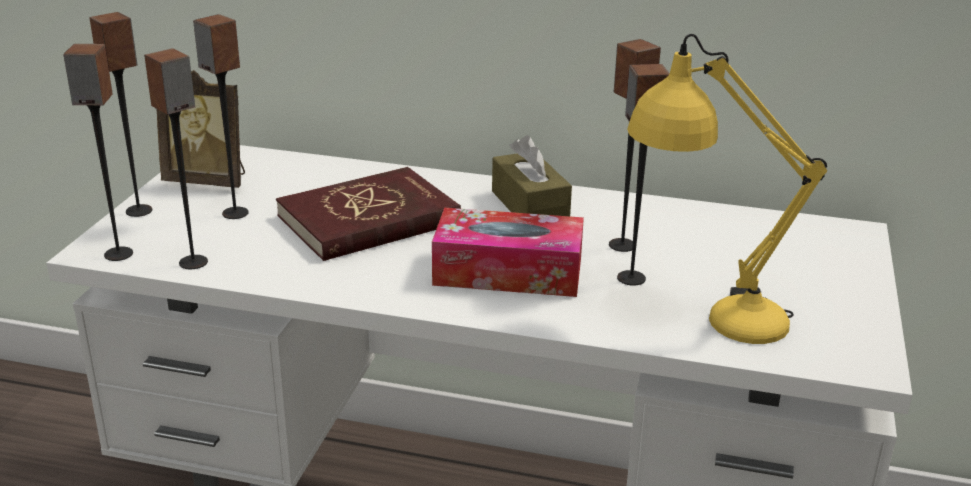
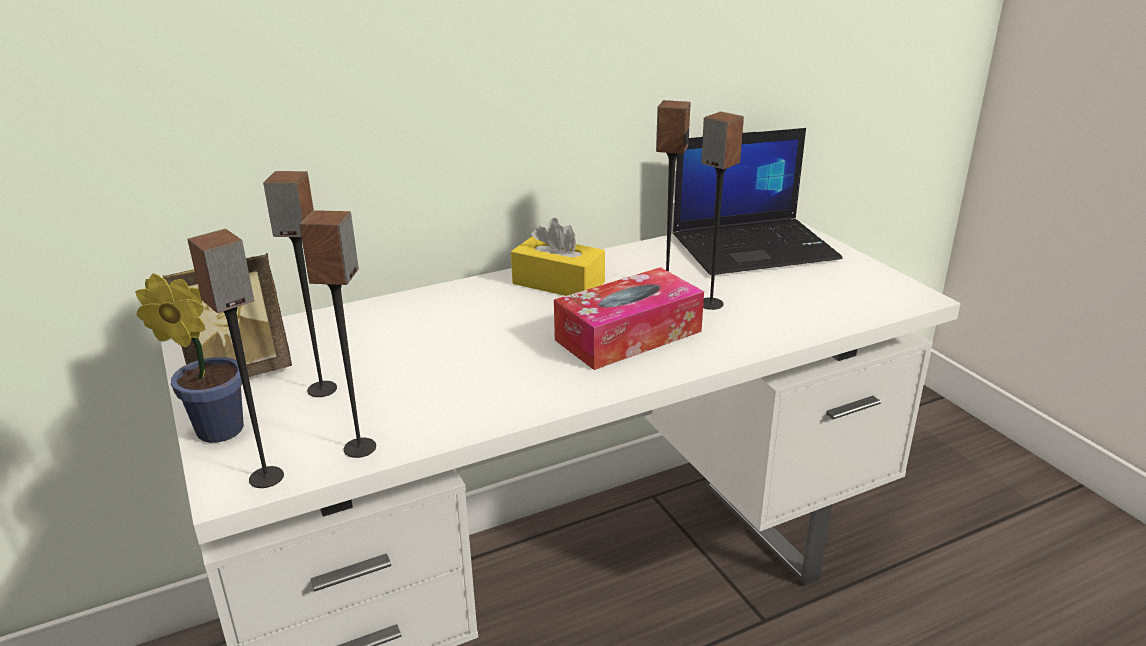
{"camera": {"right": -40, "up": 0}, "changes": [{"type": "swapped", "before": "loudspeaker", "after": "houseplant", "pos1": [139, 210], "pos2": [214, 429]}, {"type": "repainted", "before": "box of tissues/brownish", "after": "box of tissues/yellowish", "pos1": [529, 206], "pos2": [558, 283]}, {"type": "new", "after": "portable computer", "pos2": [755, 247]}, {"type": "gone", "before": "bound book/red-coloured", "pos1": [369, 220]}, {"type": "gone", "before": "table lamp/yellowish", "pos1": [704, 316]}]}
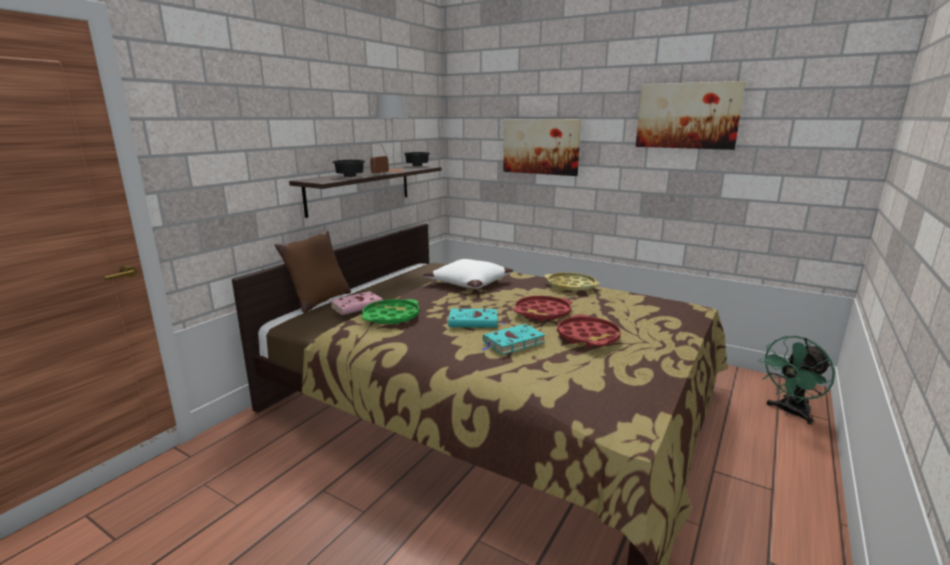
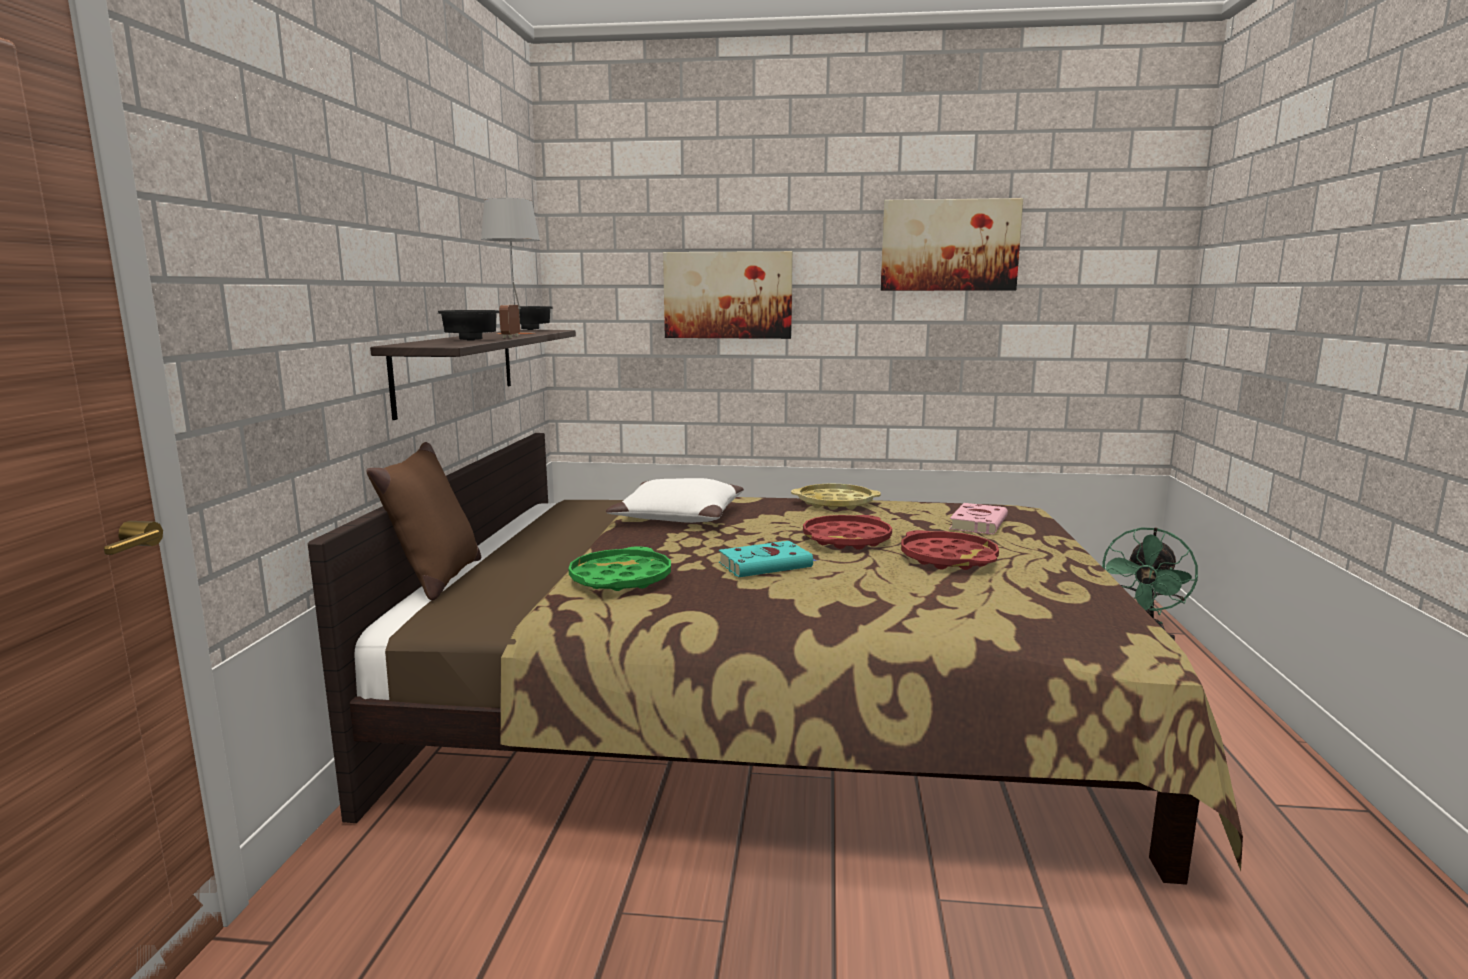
{"camera": {"right": -25, "up": -5}, "changes": [{"type": "shifted", "before": "bound book/pinkish", "pos1": [358, 306], "pos2": [978, 523]}, {"type": "gone", "before": "bound book/turquoise-coloured", "pos1": [512, 343]}]}
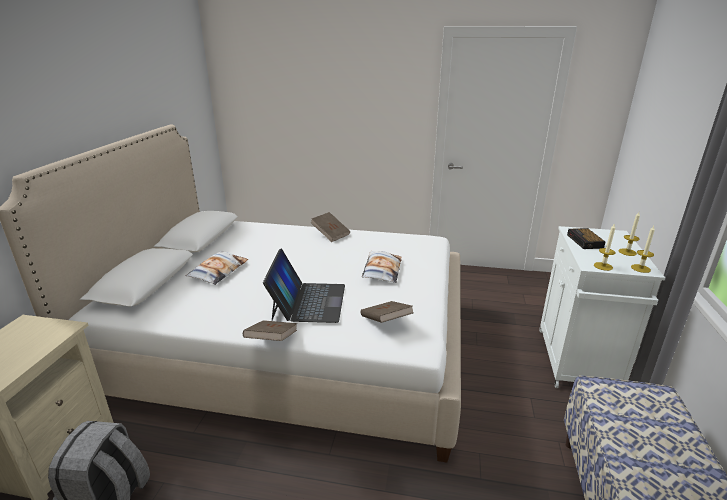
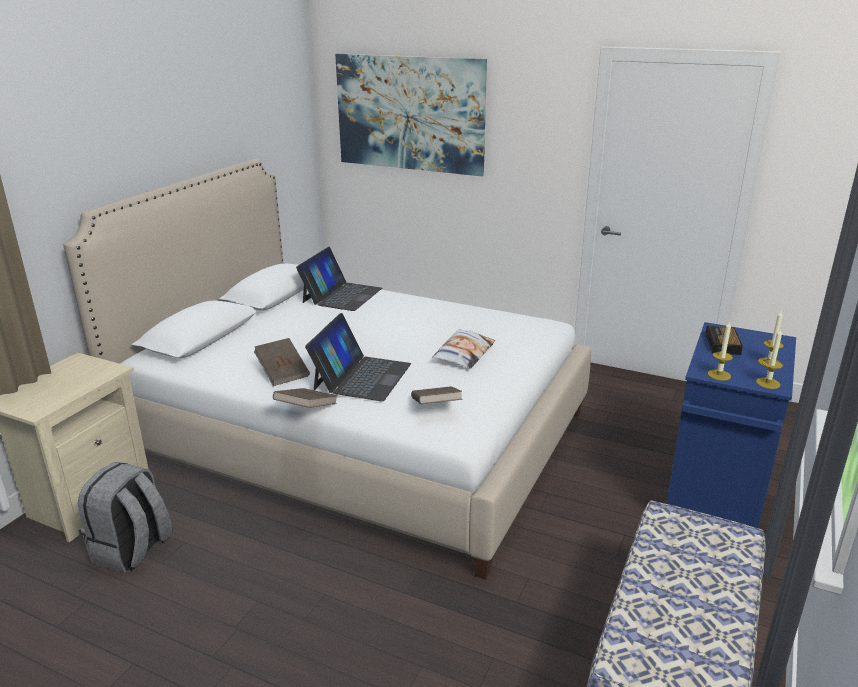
{"camera": {"right": 15, "up": 0}, "changes": [{"type": "shifted", "before": "bound book/brownish", "pos1": [330, 234], "pos2": [283, 373]}, {"type": "new", "after": "portable computer", "pos2": [341, 295]}, {"type": "new", "after": "picture", "pos2": [410, 113]}, {"type": "repainted", "before": "storage cabinet/whitish", "after": "storage cabinet/blue", "pos1": [577, 362], "pos2": [713, 506]}, {"type": "gone", "before": "pillow", "pos1": [218, 271]}]}
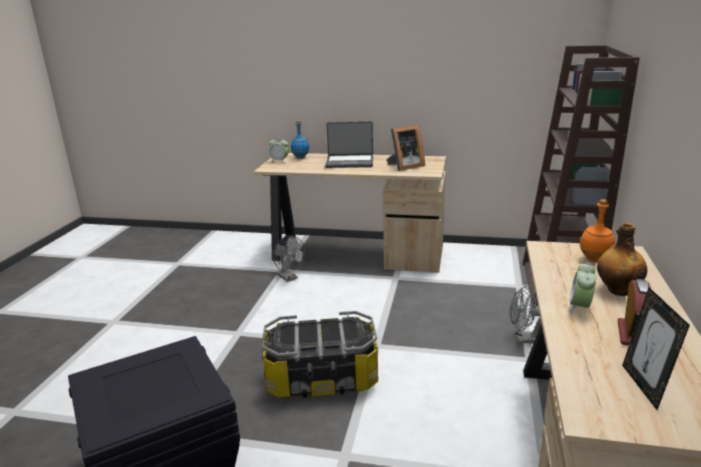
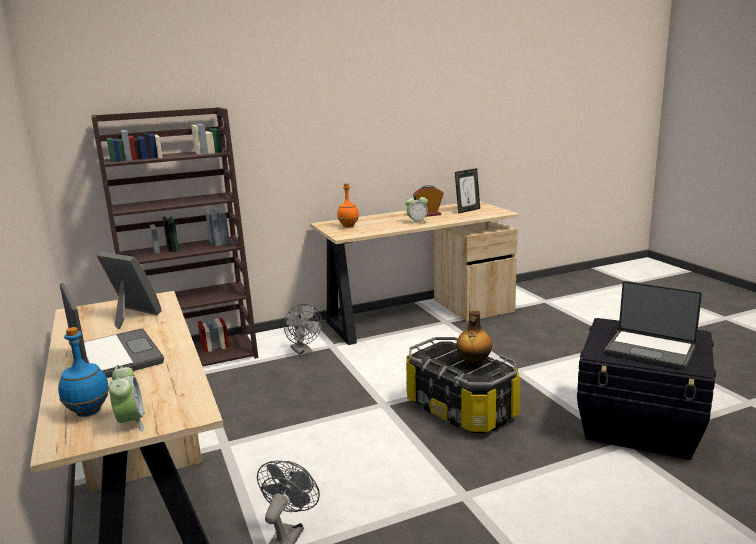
{"camera": {"right": -125, "up": -5}, "changes": [{"type": "shifted", "before": "beverage bottle", "pos1": [617, 290], "pos2": [473, 363]}, {"type": "new", "after": "portable computer", "pos2": [650, 350]}]}
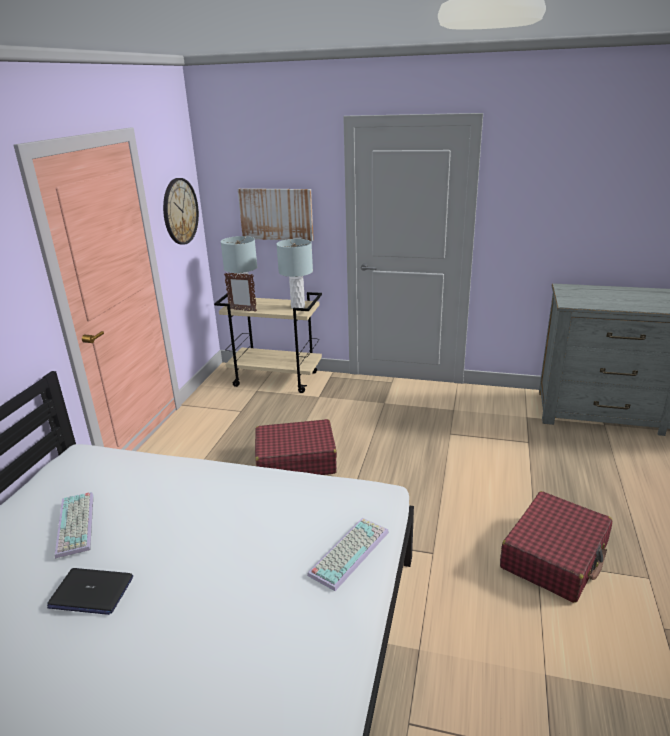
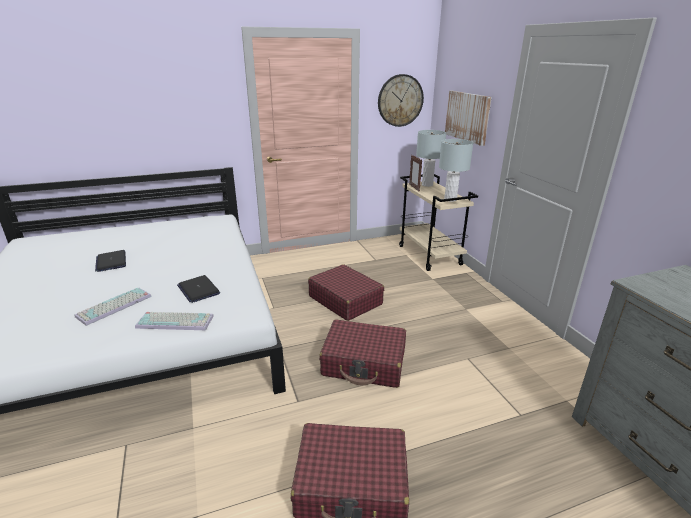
{"camera": {"right": 55, "up": 0}, "changes": [{"type": "shifted", "before": "PC keyboard", "pos1": [77, 524], "pos2": [114, 307]}, {"type": "new", "after": "portable computer", "pos2": [198, 289]}, {"type": "new", "after": "travel case/red-coloured", "pos2": [364, 363]}]}
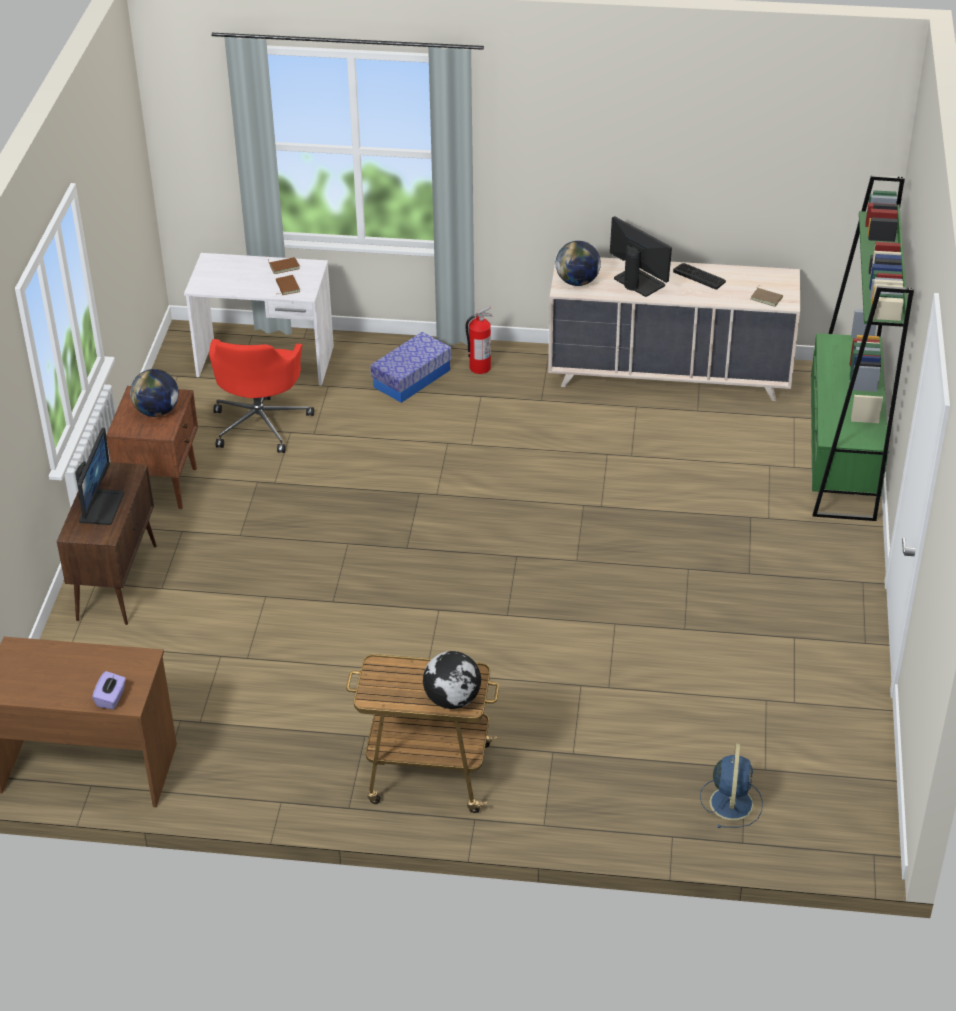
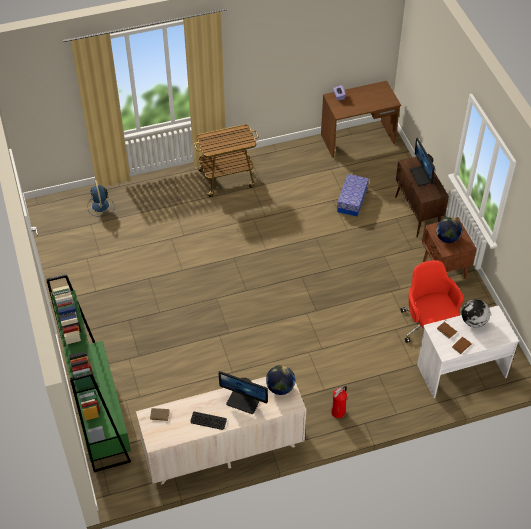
{"camera": {"right": 155, "up": 10}, "changes": [{"type": "shifted", "before": "storage box", "pos1": [412, 378], "pos2": [352, 200]}, {"type": "shifted", "before": "world globe", "pos1": [453, 699], "pos2": [473, 321]}]}
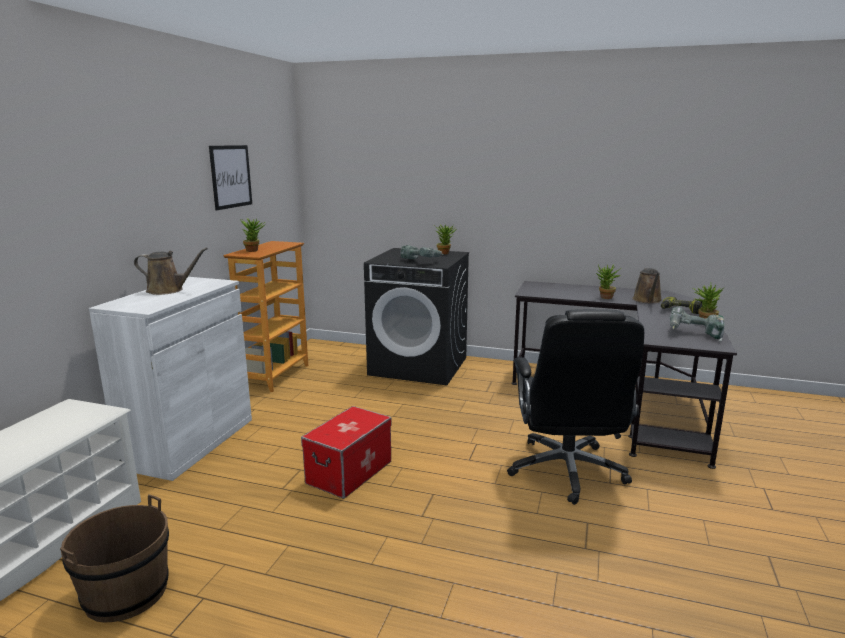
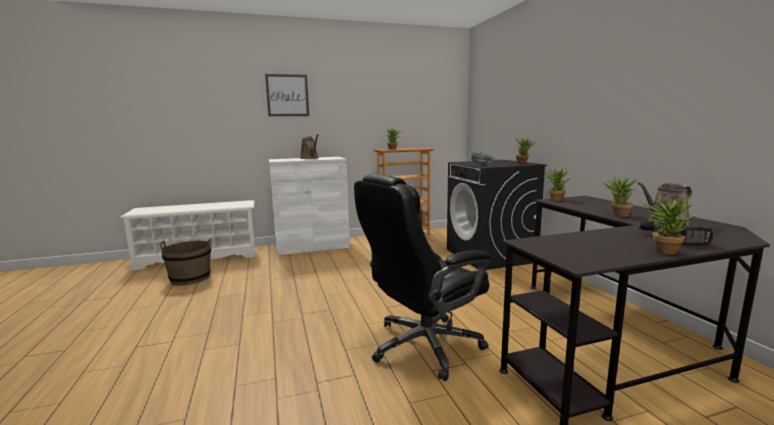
{"camera": {"right": 55, "up": -5}, "changes": [{"type": "shifted", "before": "picture", "pos1": [231, 176], "pos2": [287, 95]}, {"type": "new", "after": "houseplant", "pos2": [555, 199]}, {"type": "gone", "before": "storage box", "pos1": [349, 472]}, {"type": "gone", "before": "electric drill", "pos1": [694, 335]}]}
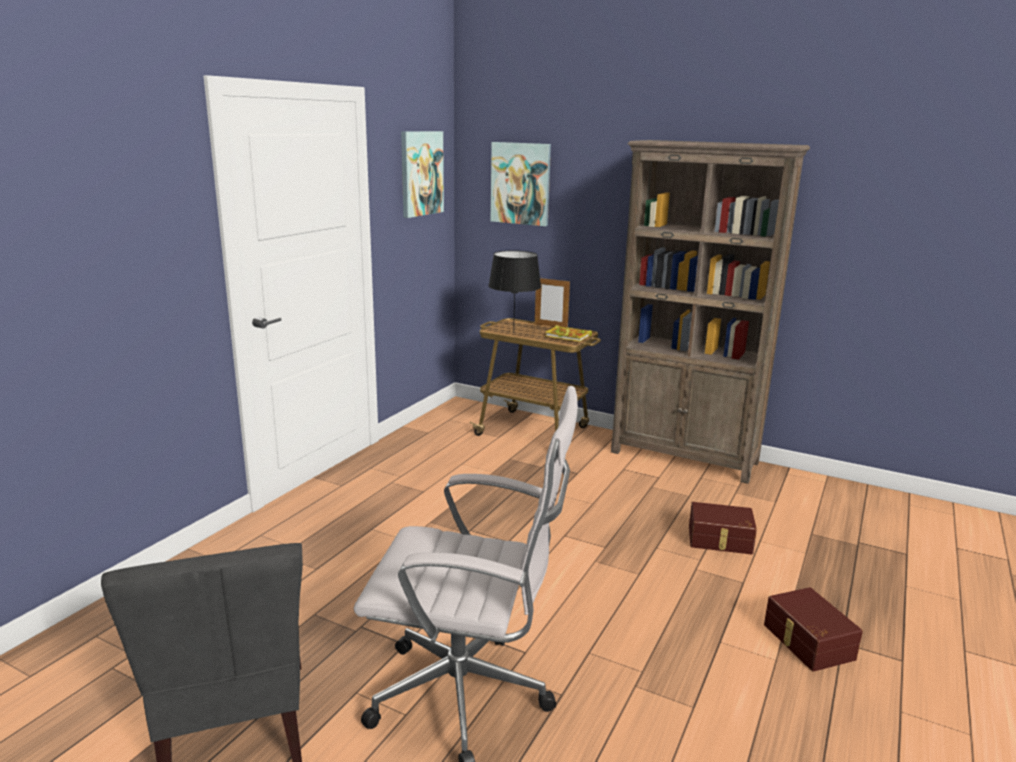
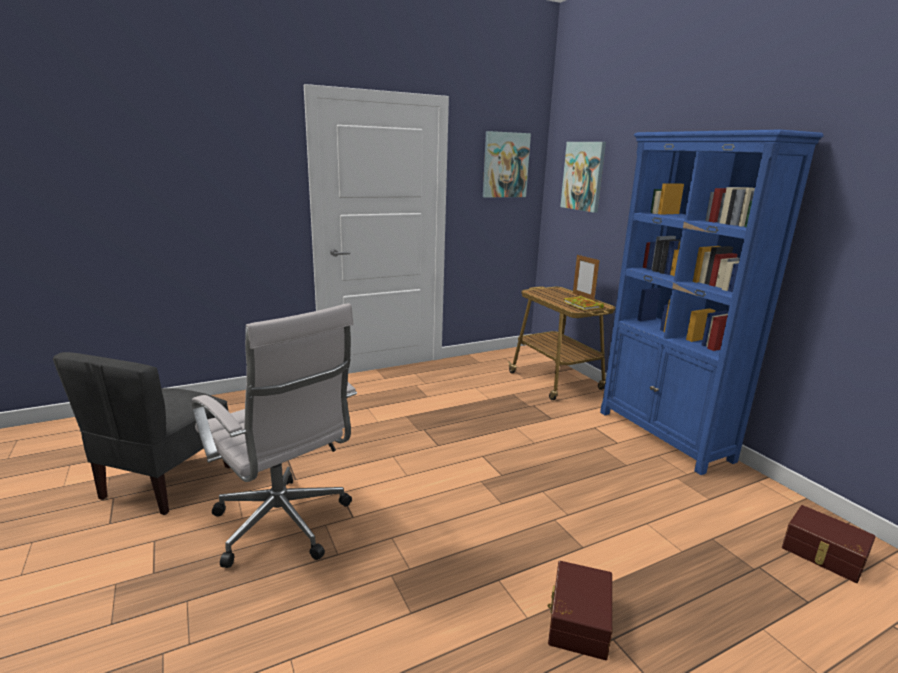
{"camera": {"right": 35, "up": 0}, "changes": [{"type": "repainted", "before": "shelving unit/brownish", "after": "shelving unit/blue", "pos1": [685, 457], "pos2": [664, 436]}, {"type": "shifted", "before": "storage box/brownish", "pos1": [720, 540], "pos2": [823, 554]}, {"type": "gone", "before": "table lamp/black-coloured", "pos1": [513, 332]}]}
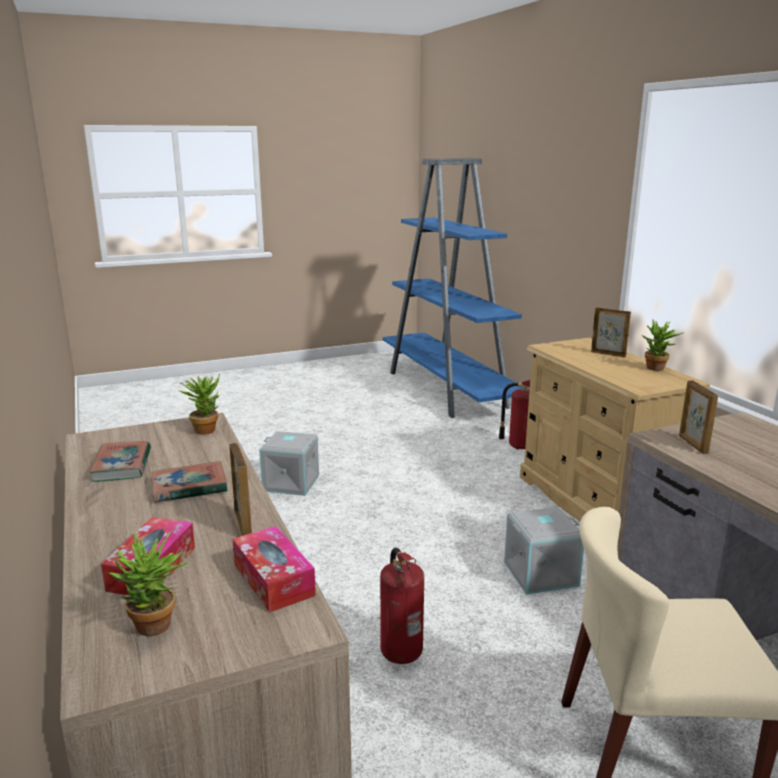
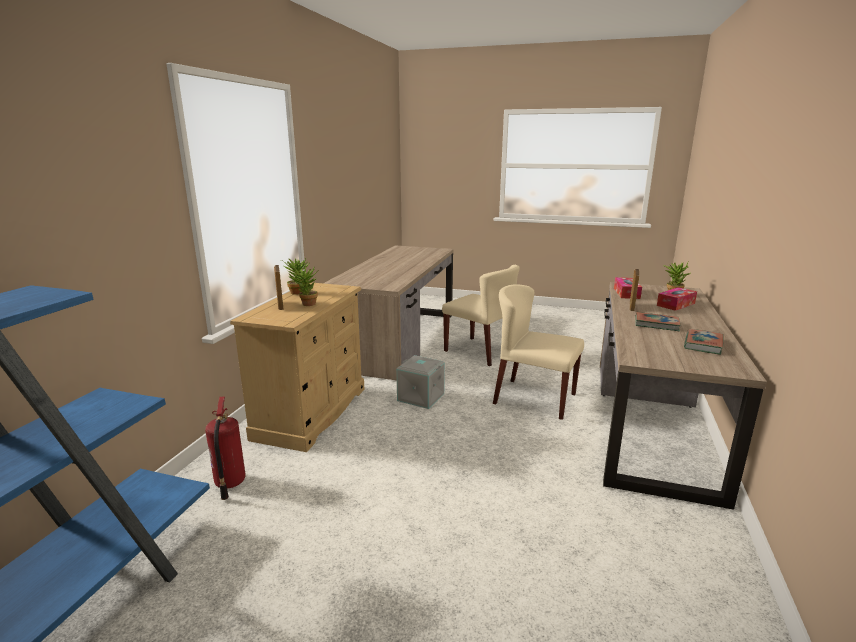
{"camera": {"right": -140, "up": 0}, "changes": [{"type": "shifted", "before": "houseplant", "pos1": [206, 429], "pos2": [306, 305]}, {"type": "swapped", "before": "extinguisher", "after": "chair/beige", "pos1": [401, 651], "pos2": [534, 398]}, {"type": "gone", "before": "storage box/greyish", "pos1": [290, 483]}, {"type": "gone", "before": "photo frame", "pos1": [692, 444]}]}
